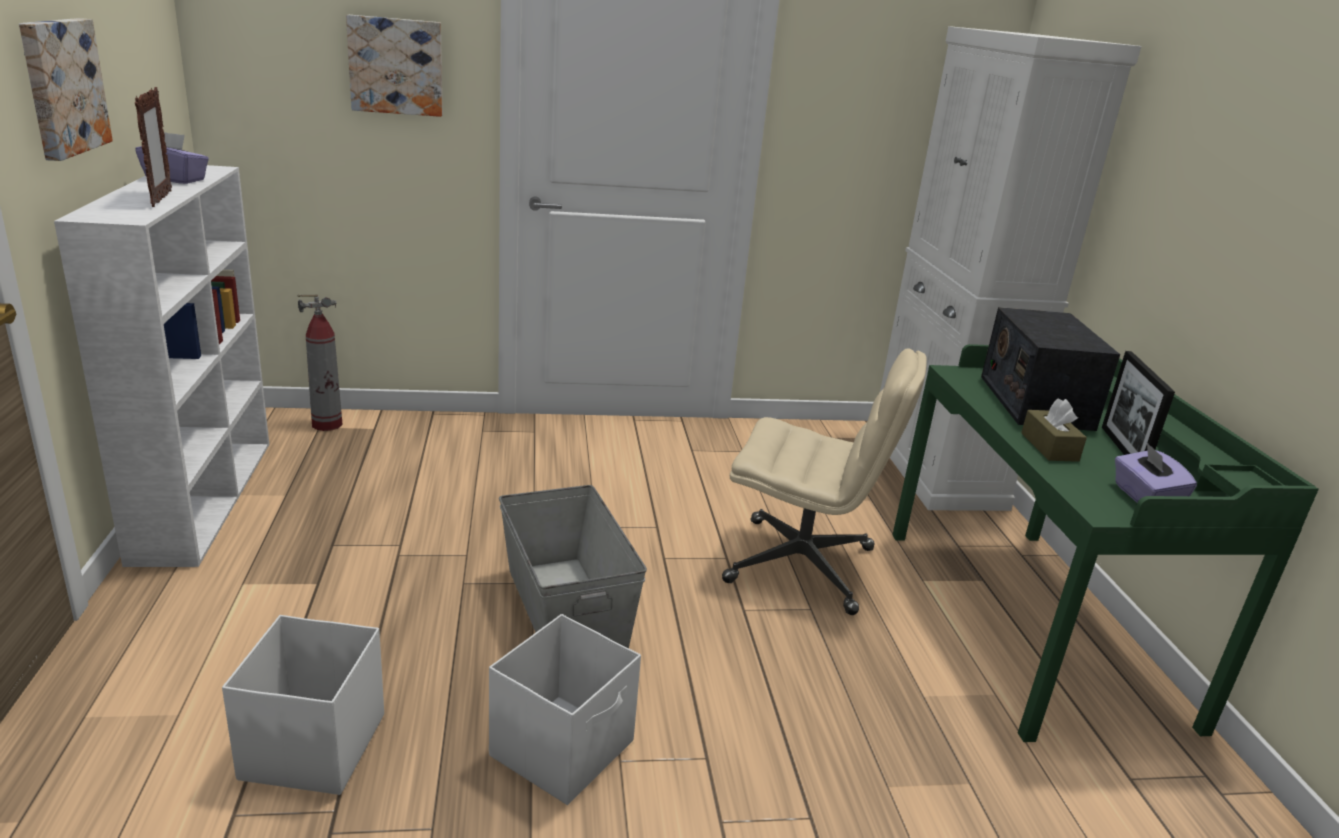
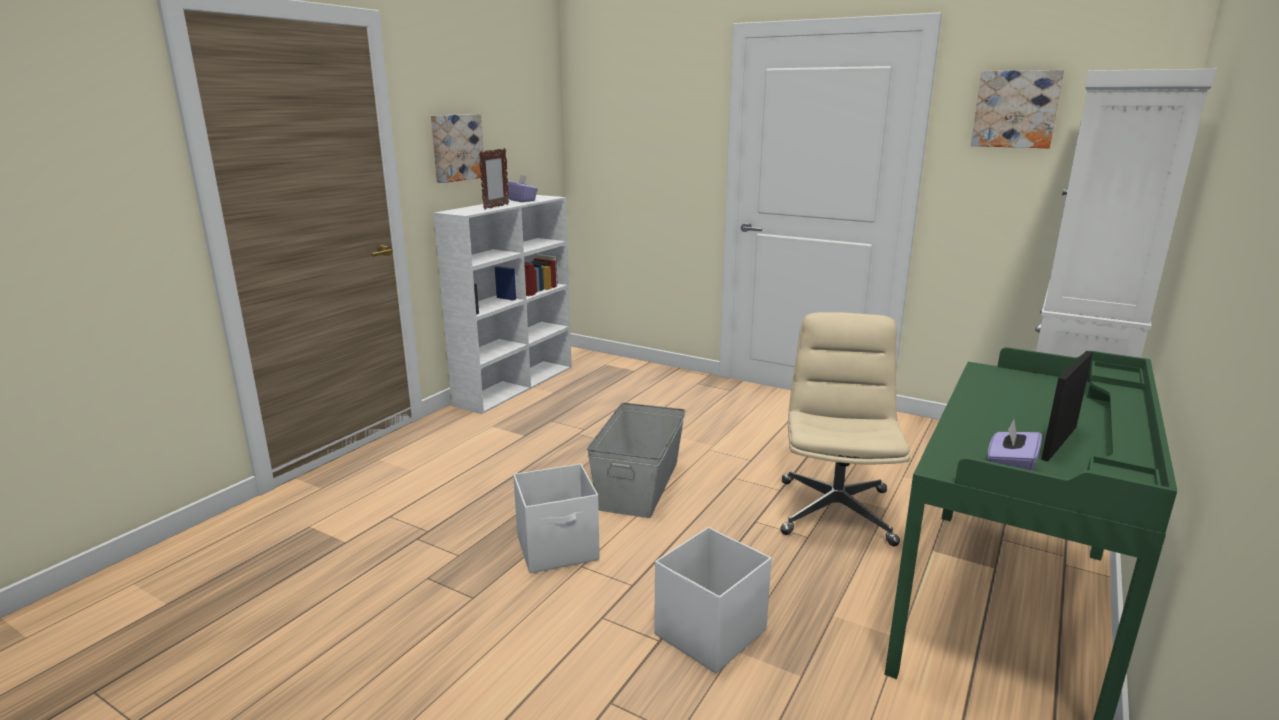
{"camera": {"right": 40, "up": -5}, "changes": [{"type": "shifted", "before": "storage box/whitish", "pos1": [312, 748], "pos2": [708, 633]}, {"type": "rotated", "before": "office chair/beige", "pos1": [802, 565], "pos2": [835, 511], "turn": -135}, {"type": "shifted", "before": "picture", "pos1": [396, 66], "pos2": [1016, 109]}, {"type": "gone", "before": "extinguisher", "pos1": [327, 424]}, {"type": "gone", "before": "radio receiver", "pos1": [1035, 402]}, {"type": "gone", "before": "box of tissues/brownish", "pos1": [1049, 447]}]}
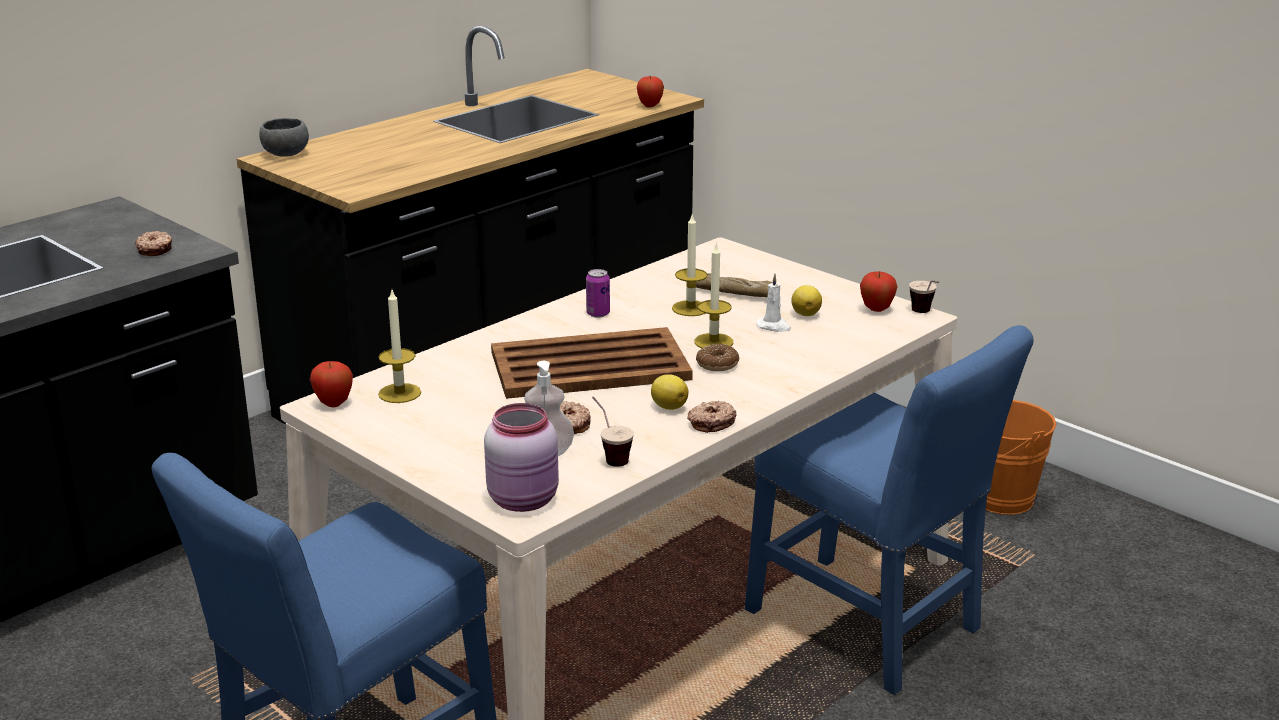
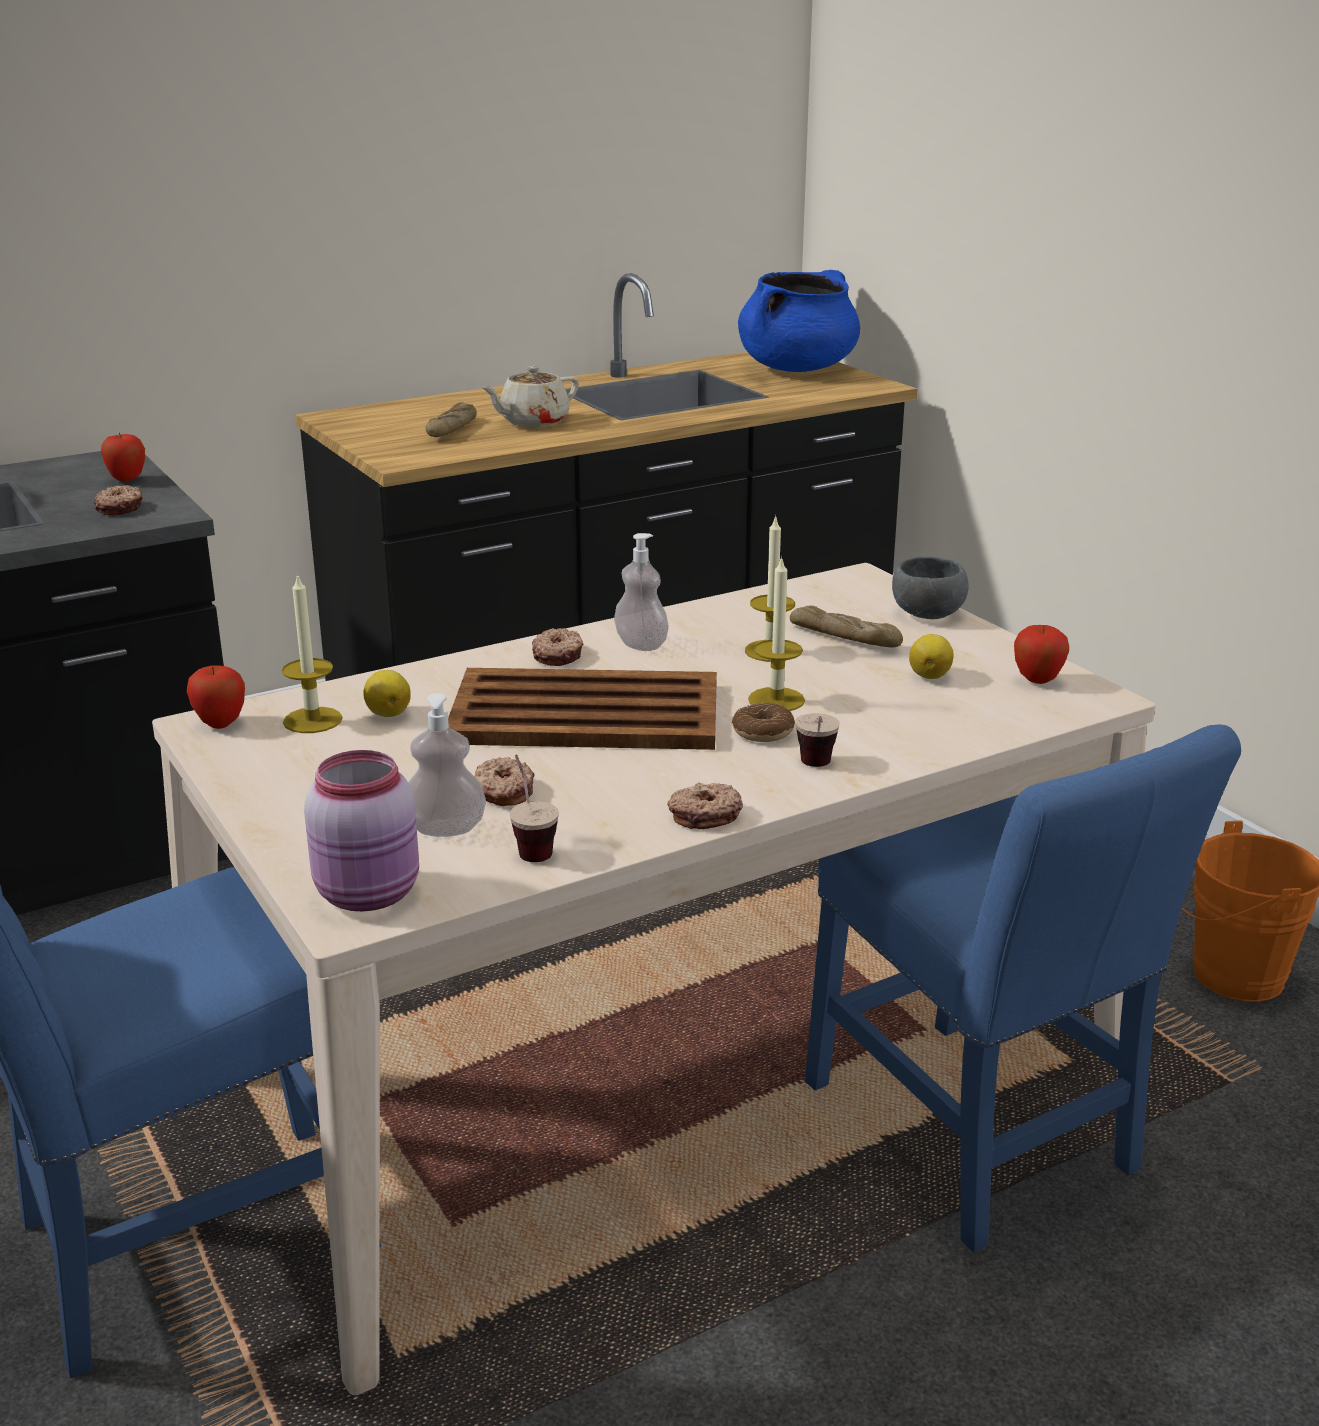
{"camera": {"right": 15, "up": 0}, "changes": [{"type": "shifted", "before": "apple fruit", "pos1": [650, 106], "pos2": [127, 480]}, {"type": "shifted", "before": "whole lemon", "pos1": [668, 406], "pos2": [388, 713]}, {"type": "new", "after": "bakery bread", "pos2": [452, 429]}, {"type": "new", "after": "tea pot/beige", "pos2": [533, 422]}, {"type": "new", "after": "ring doughnut", "pos2": [559, 655]}, {"type": "swapped", "before": "can", "after": "soap bottle", "pos1": [598, 314], "pos2": [641, 645]}, {"type": "new", "after": "saucepot/blue", "pos2": [797, 368]}, {"type": "shifted", "before": "small cup", "pos1": [925, 314], "pos2": [816, 769]}, {"type": "shifted", "before": "bowl/greyish", "pos1": [284, 154], "pos2": [925, 613]}, {"type": "gone", "before": "candle/whitish", "pos1": [774, 326]}]}
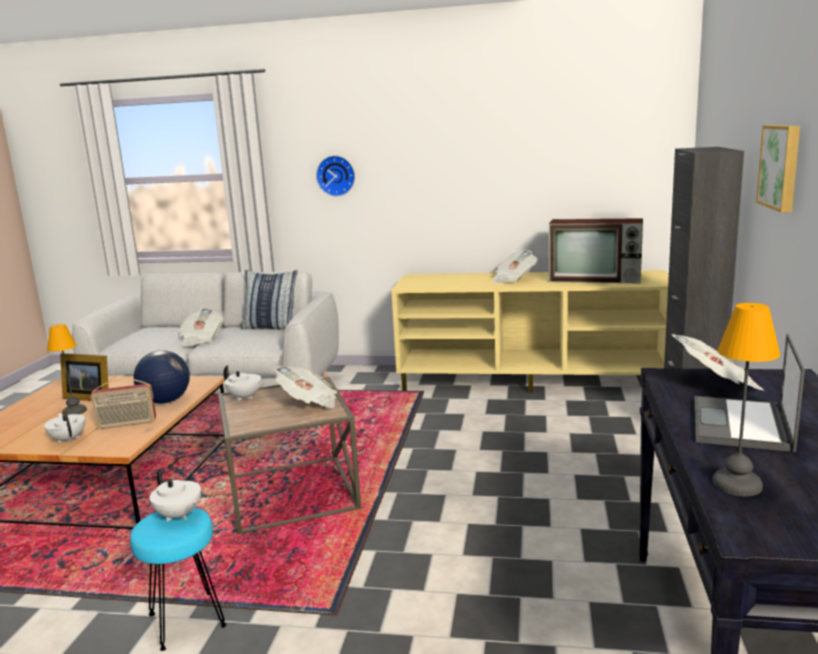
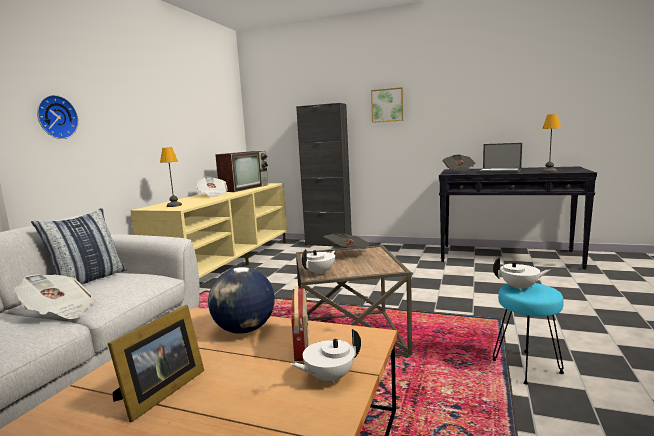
{"camera": {"right": -80, "up": -5}, "changes": [{"type": "shifted", "before": "table lamp", "pos1": [74, 412], "pos2": [175, 205]}, {"type": "rotated", "before": "tea pot/whitish", "pos1": [178, 516], "pos2": [520, 288], "turn": 45}]}
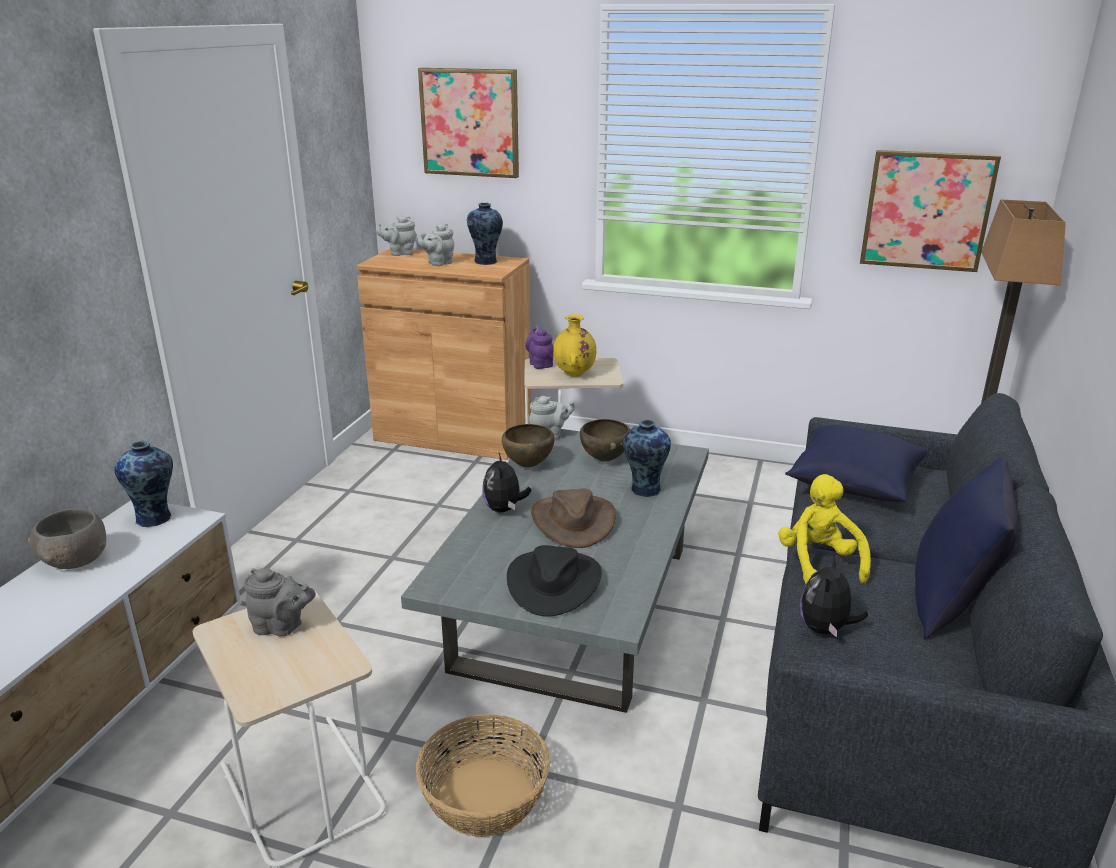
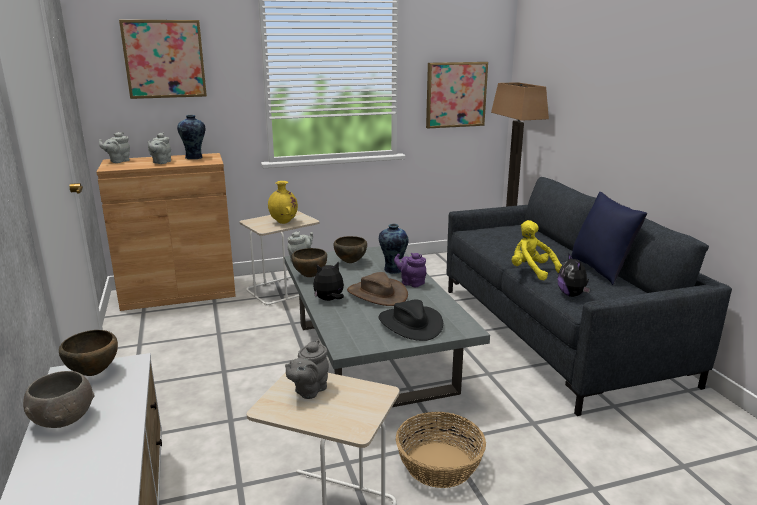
{"camera": {"right": -35, "up": -5}, "changes": [{"type": "swapped", "before": "flower vase", "after": "bowl/brownish", "pos1": [155, 518], "pos2": [94, 373]}, {"type": "rotated", "before": "tea pot/greyish", "pos1": [281, 627], "pos2": [309, 390], "turn": 150}, {"type": "rotated", "before": "plush toy", "pos1": [504, 509], "pos2": [329, 300], "turn": 105}, {"type": "shifted", "before": "tea pot/purplish", "pos1": [540, 364], "pos2": [411, 283]}, {"type": "gone", "before": "pillow/blue", "pos1": [853, 484]}]}
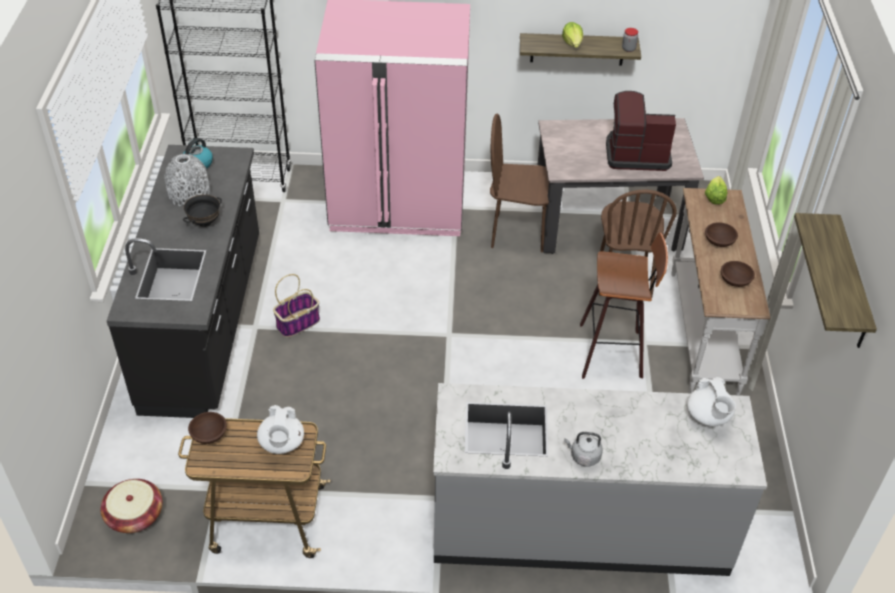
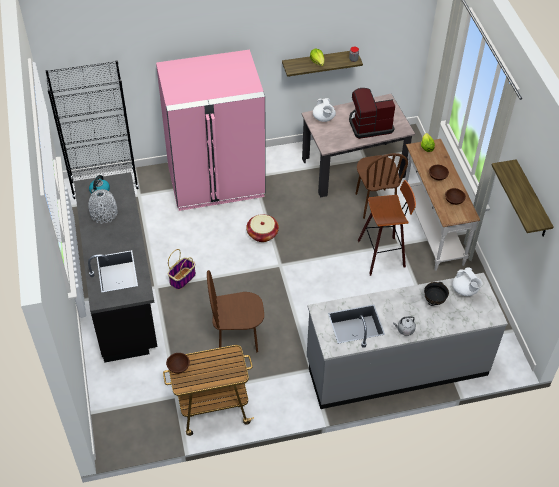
{"camera": {"right": -15, "up": 5}, "changes": [{"type": "shifted", "before": "chair/brownish", "pos1": [519, 233], "pos2": [237, 339]}, {"type": "shifted", "before": "storage basket", "pos1": [135, 515], "pos2": [262, 234]}, {"type": "shifted", "before": "tea pot/whitish", "pos1": [282, 444], "pos2": [324, 118]}, {"type": "shifted", "before": "bowl/black-coloured", "pos1": [205, 223], "pos2": [434, 301]}]}
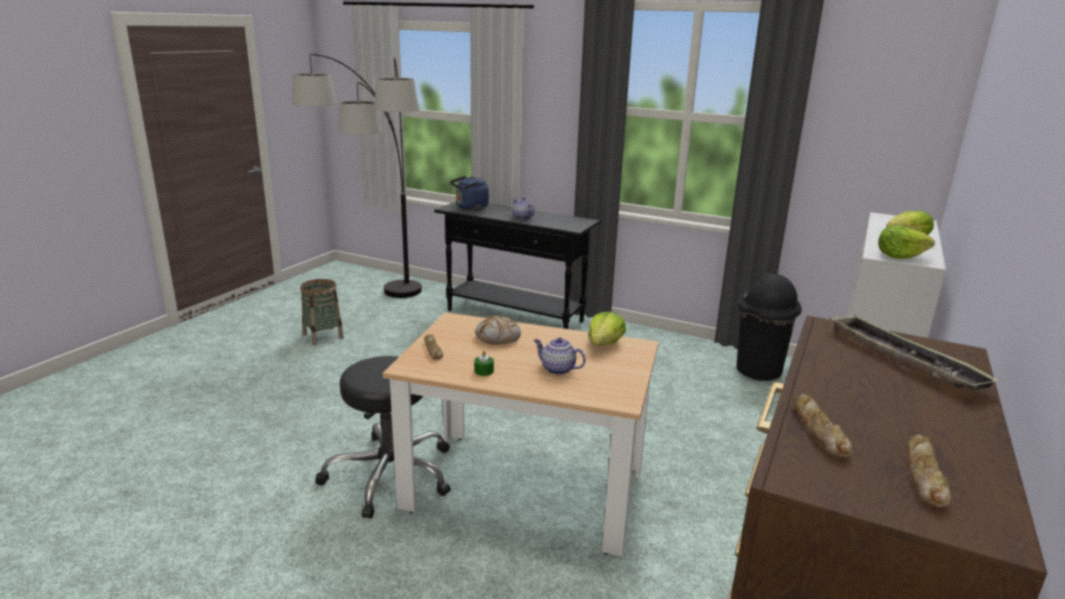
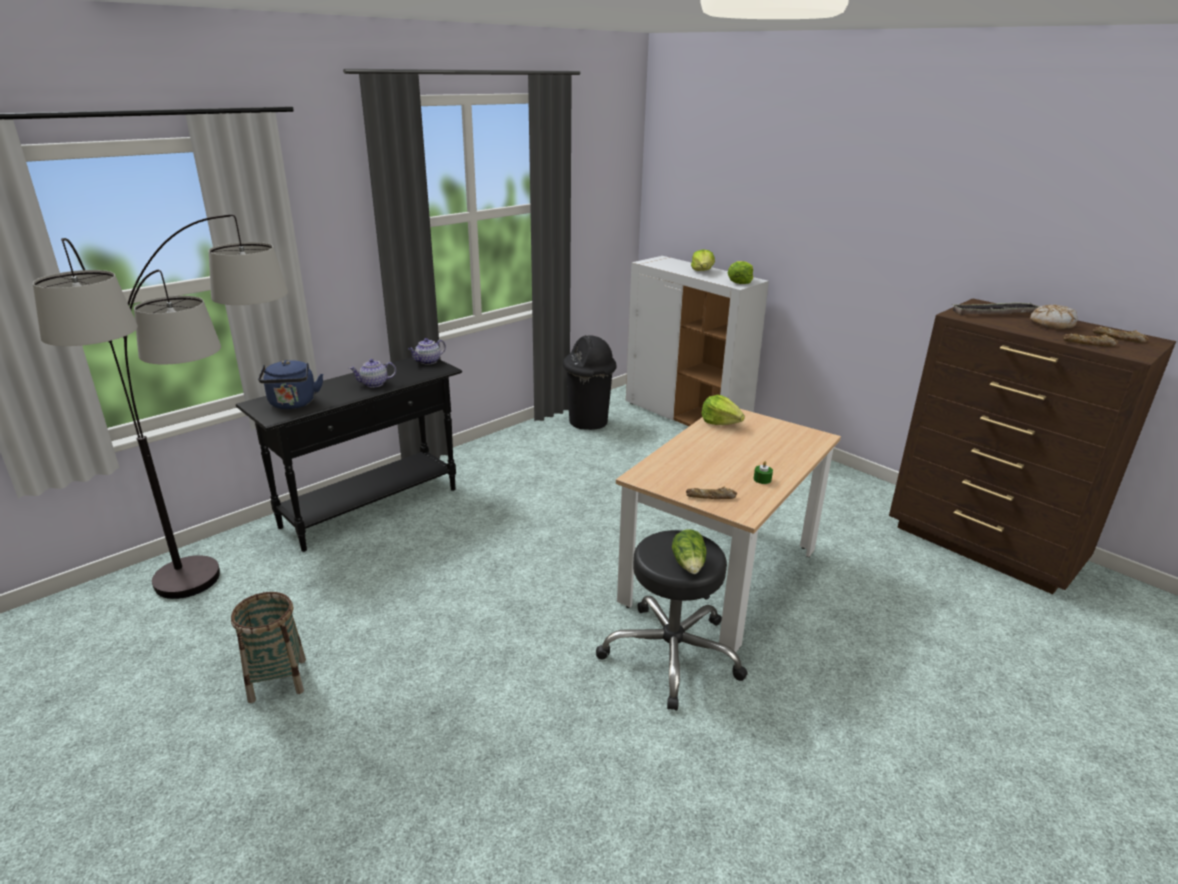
{"camera": {"right": -70, "up": 5}, "changes": [{"type": "shifted", "before": "tea pot", "pos1": [557, 369], "pos2": [428, 361]}, {"type": "new", "after": "lettuce", "pos2": [689, 565]}, {"type": "shifted", "before": "bakery bread", "pos1": [498, 337], "pos2": [1051, 324]}]}
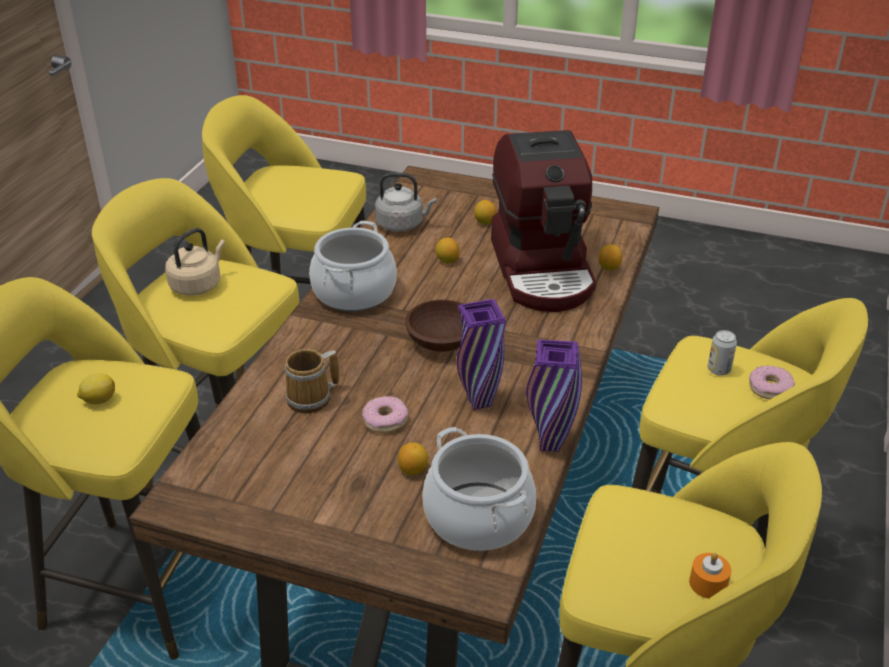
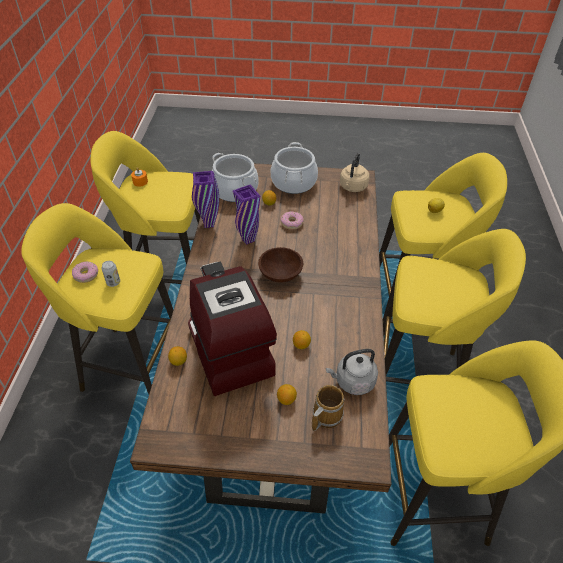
{"camera": {"right": 165, "up": 10}, "changes": [{"type": "shifted", "before": "saucepot", "pos1": [353, 292], "pos2": [294, 182]}, {"type": "shifted", "before": "tea mug", "pos1": [312, 399], "pos2": [325, 416]}, {"type": "shifted", "before": "kettle/beige", "pos1": [198, 285], "pos2": [352, 187]}]}
